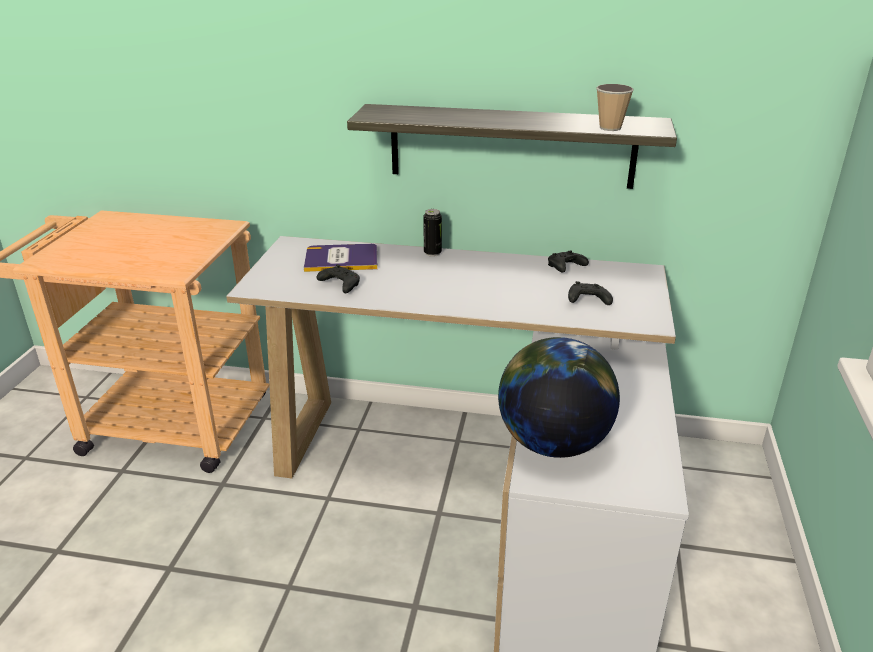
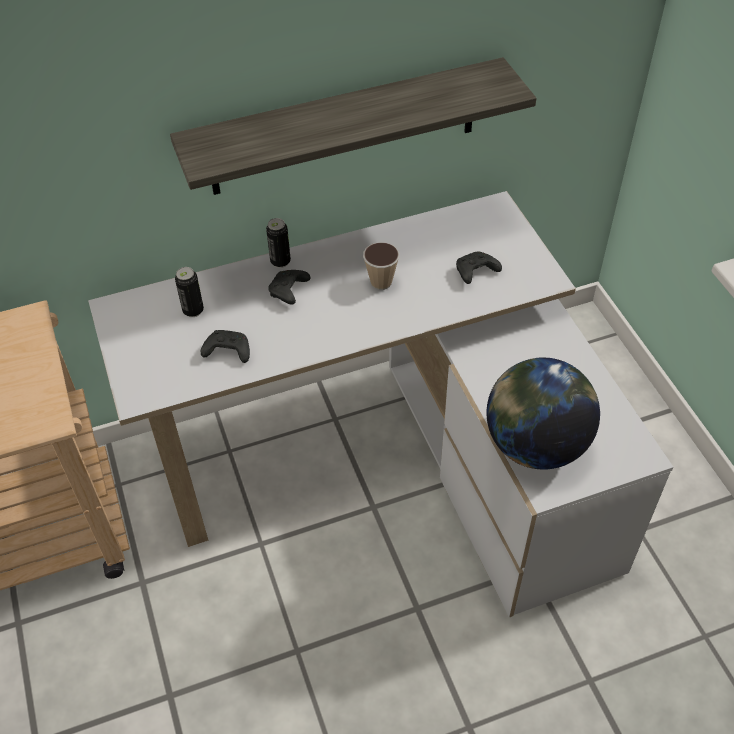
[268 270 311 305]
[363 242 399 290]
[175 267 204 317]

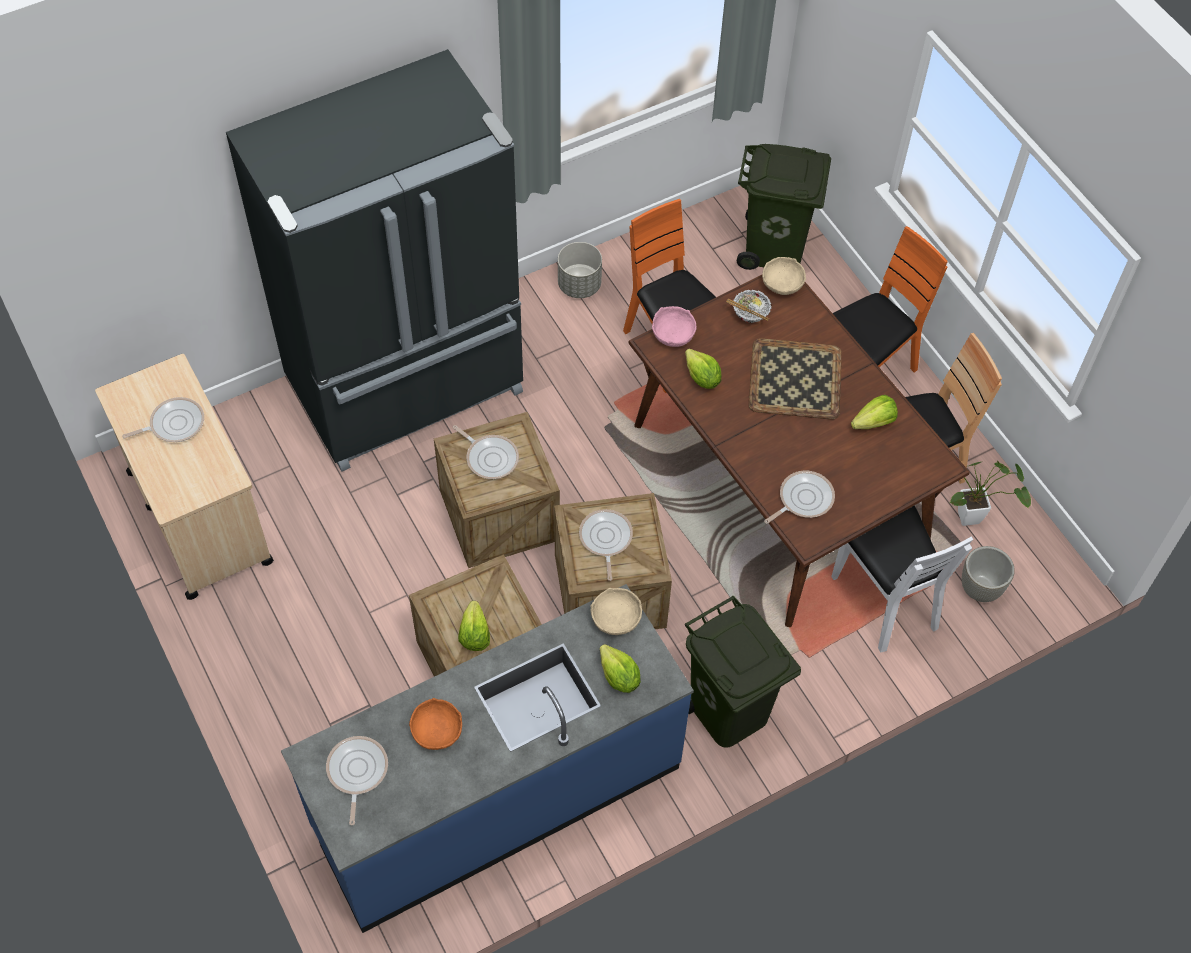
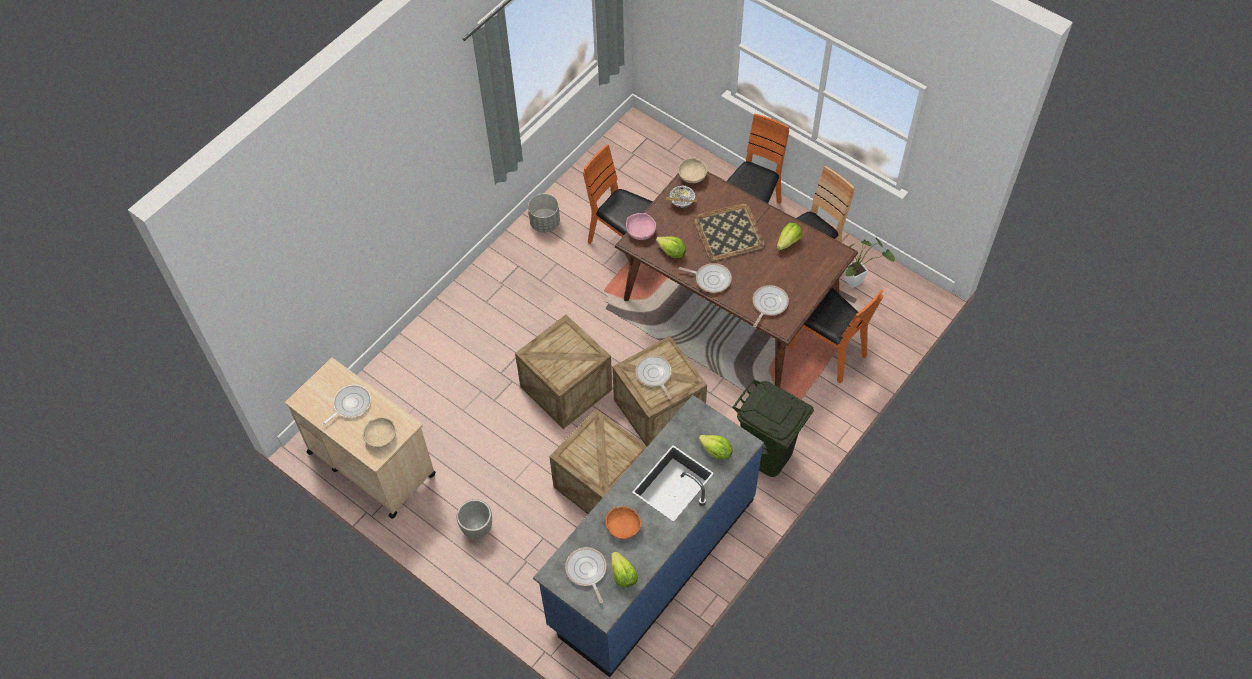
[226 49 523 472] (first image)
[737 144 831 270] (first image)
[679 263 732 293]
[611 552 638 588]
[362 417 396 448]
[457 499 492 539]
[789 288 884 383]

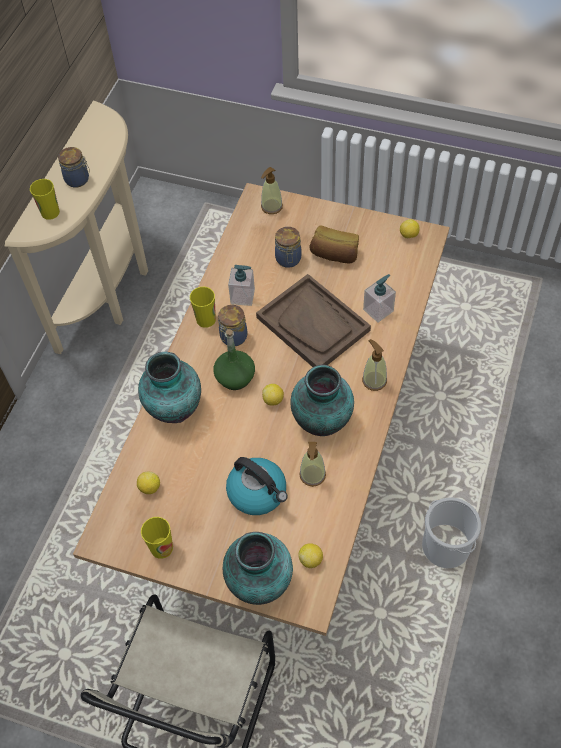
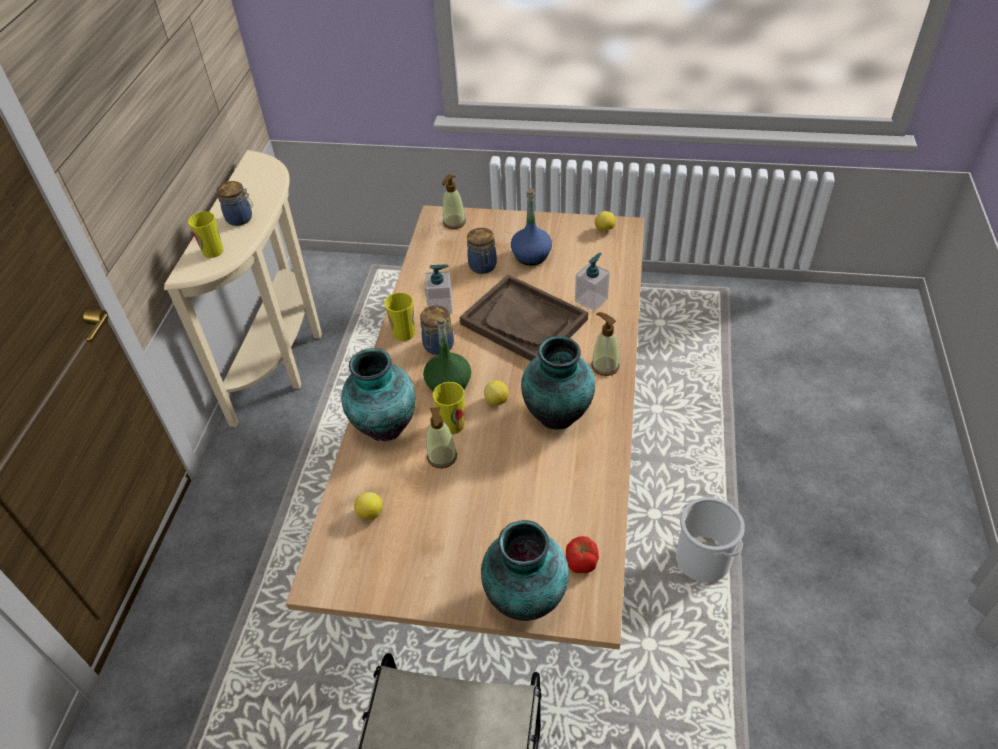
[226 457 288 515] (first image)
[433 382 465 434]
[426 407 457 468]
[566 536 599 573]
[511 189 552 266]

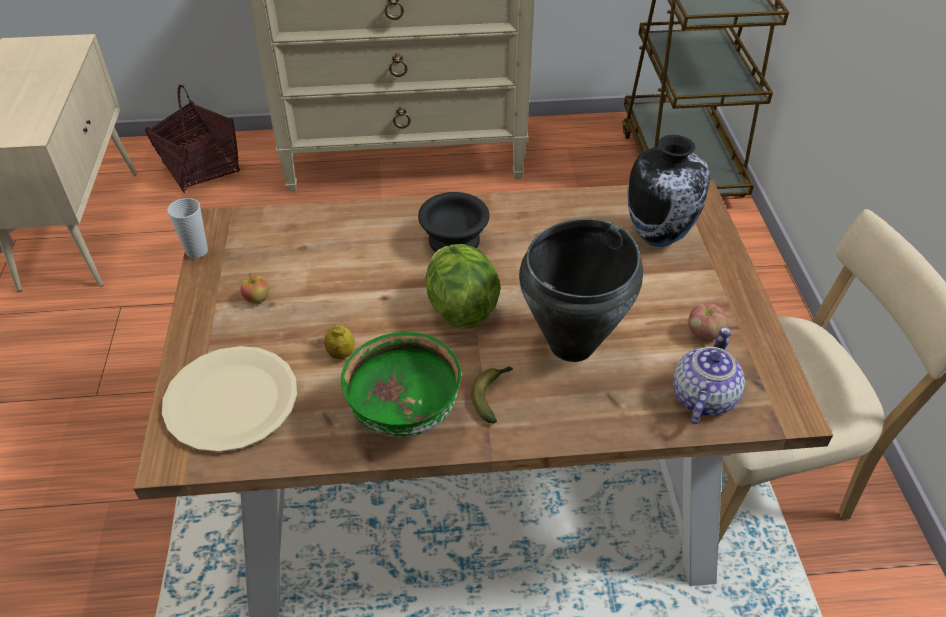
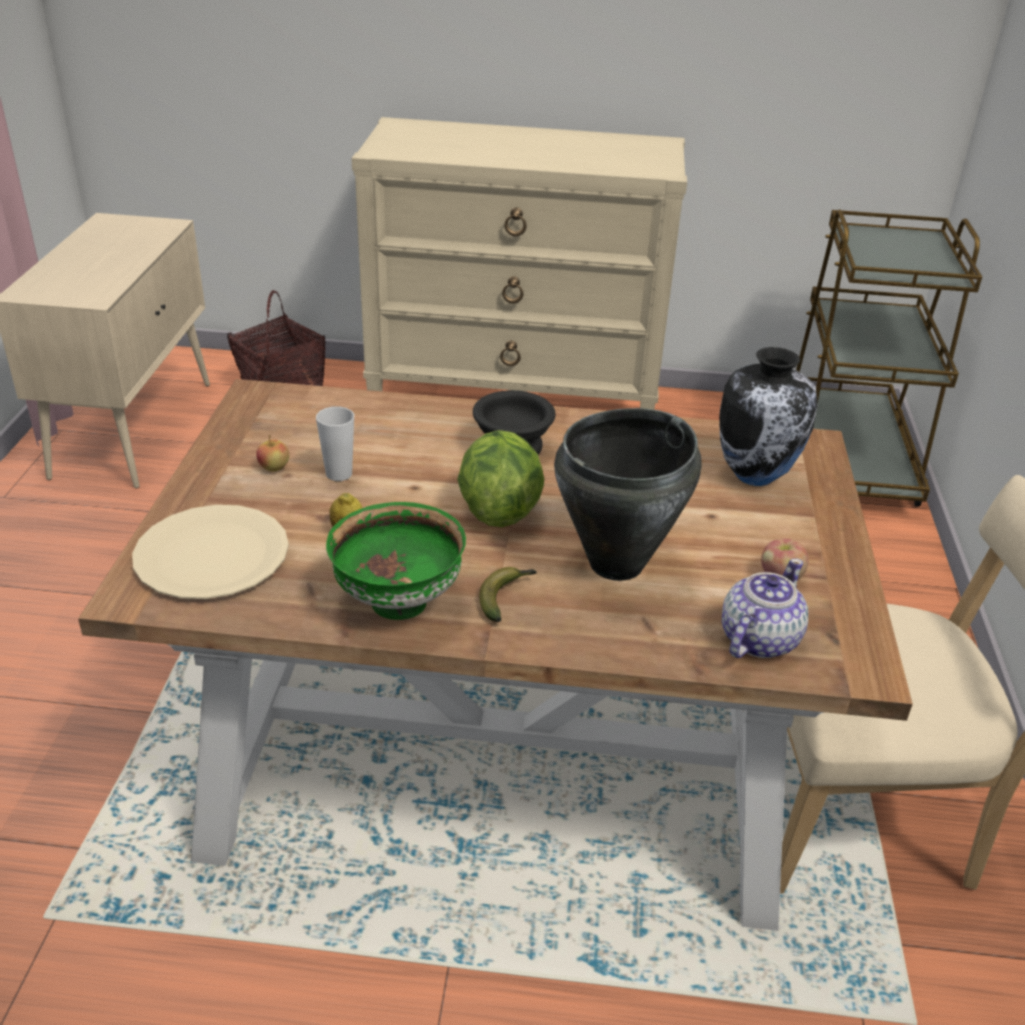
[316 406 354 481]

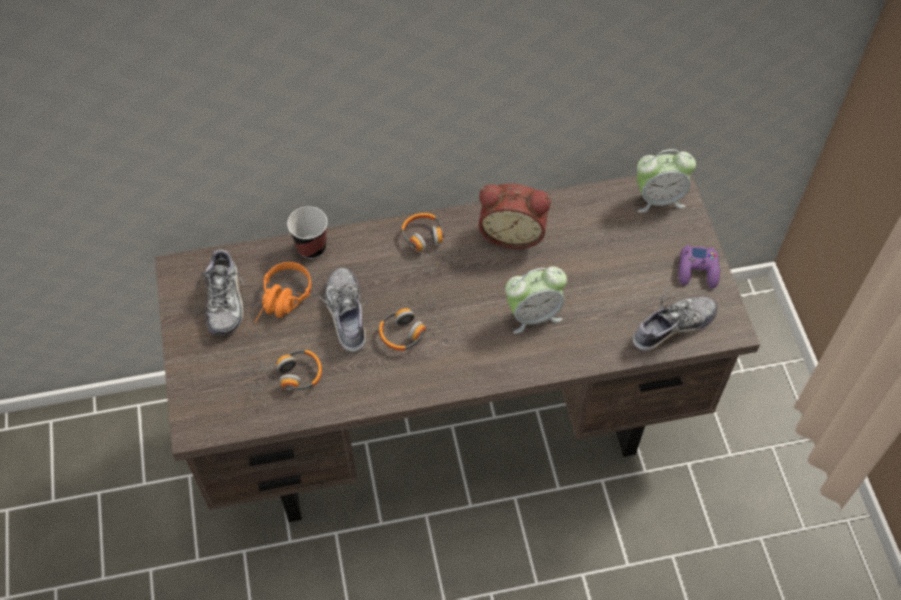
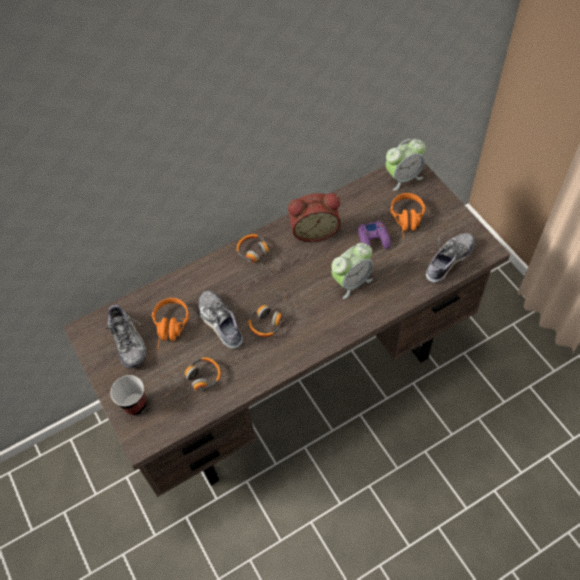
[390 193 426 238]
[111 375 147 415]
[358 221 391 249]

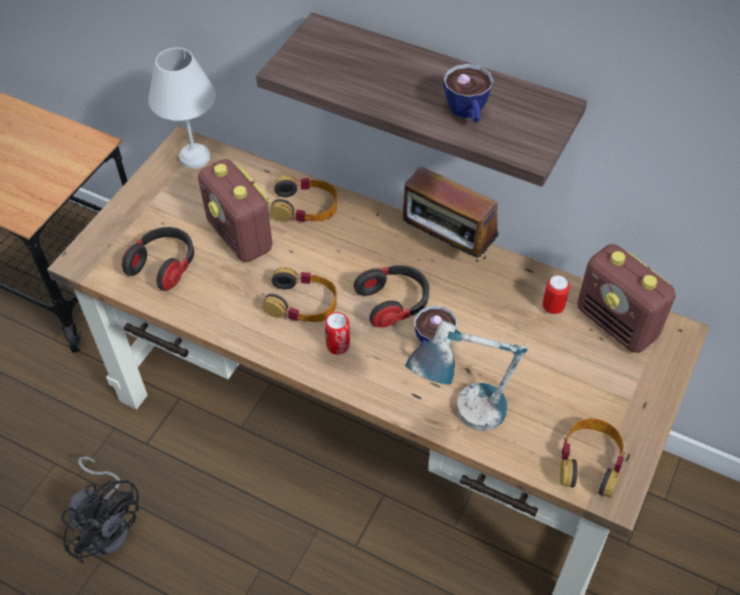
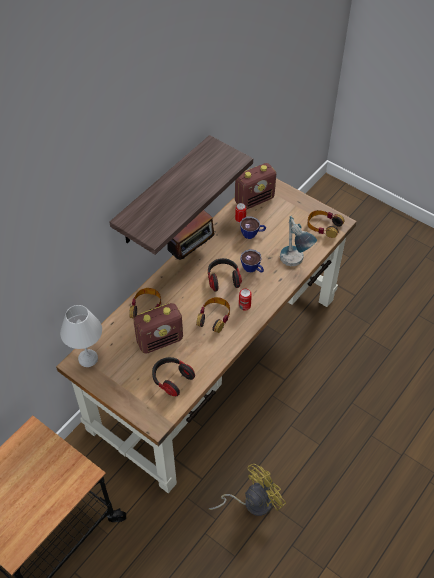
[240 216 266 239]
[208 464 286 516]

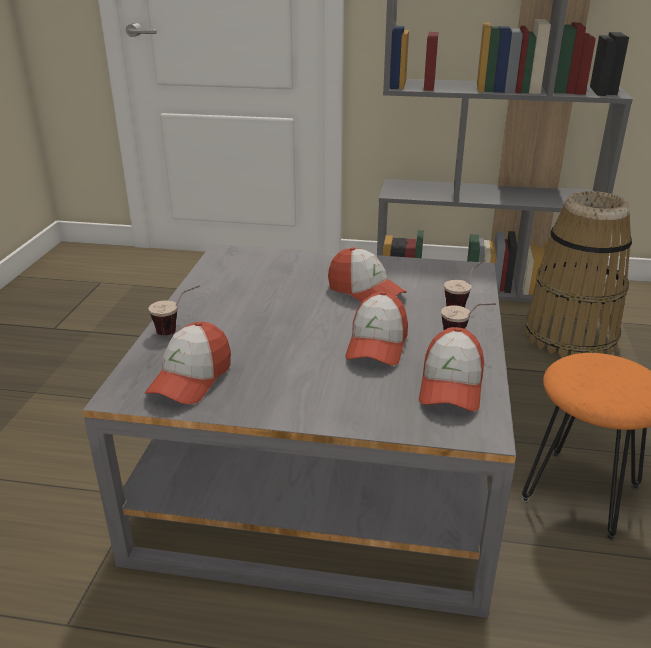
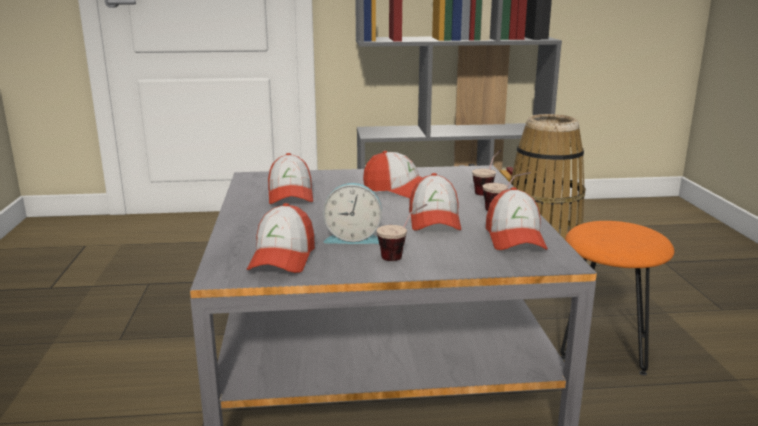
[268 153 313 204]
[323 183 382 244]
[377 204 427 261]

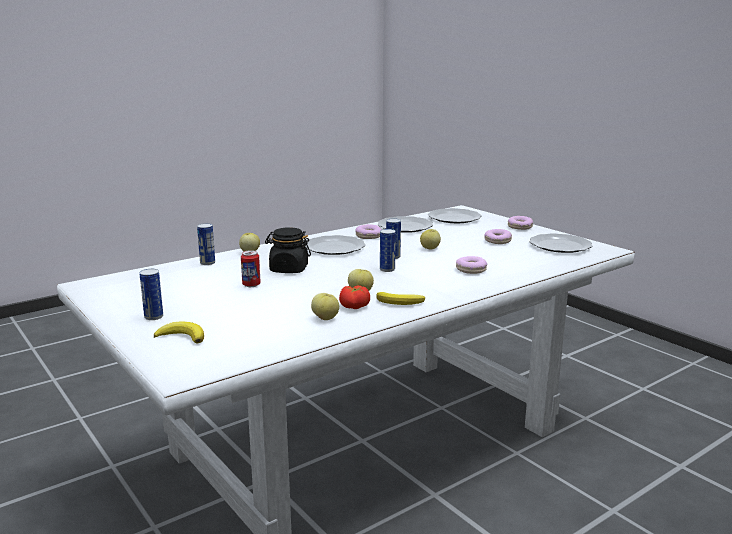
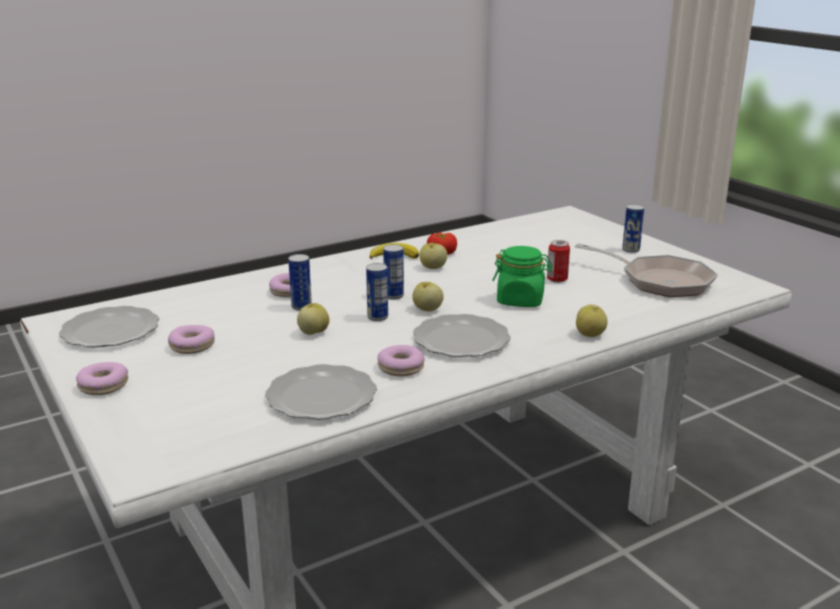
[154 321 204 343] (first image)
[428 208 482 223] (first image)
[575 243 718 297]
[288 254 312 311]
[412 282 443 311]
[492 246 552 307]

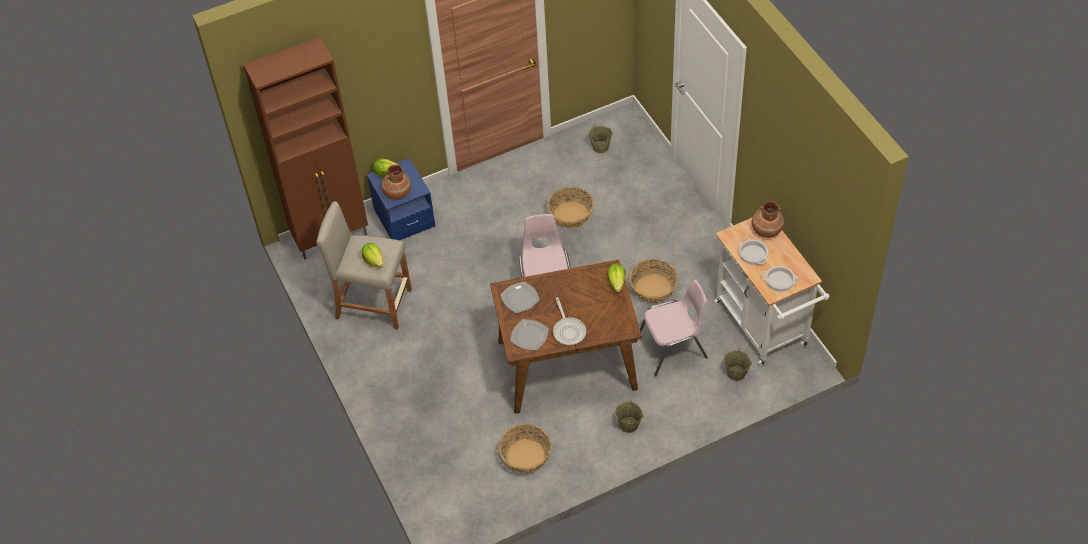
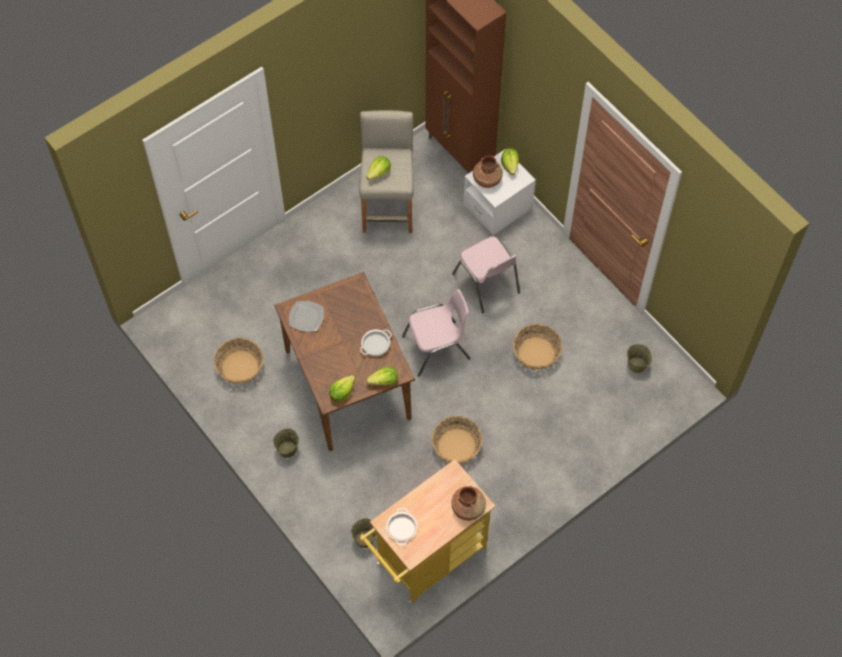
[501 281 540 313] (first image)
[553 297 586 345] (first image)
[329 375 355 402]
[452 236 520 313]
[360 329 392 357]
[464 149 536 235]
[360 459 496 603]

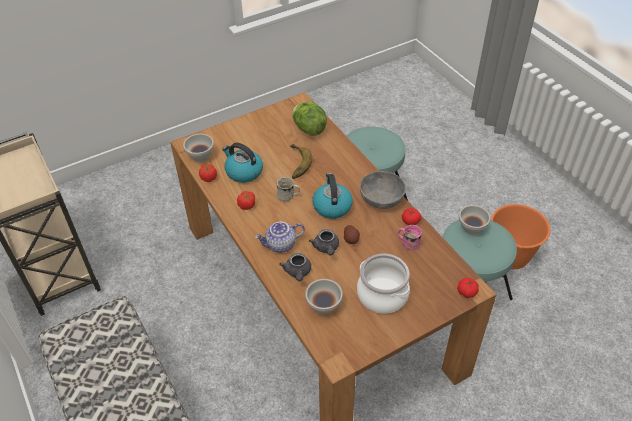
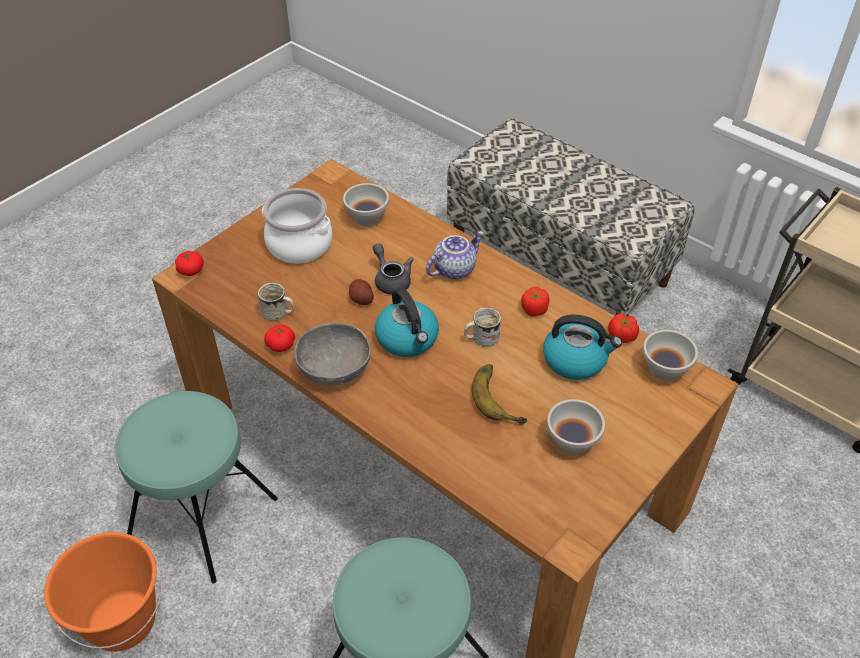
[279 253 311 281] (first image)
[292 102 327 136] (first image)
[547 399 605 454]
[258 283 295 321]

